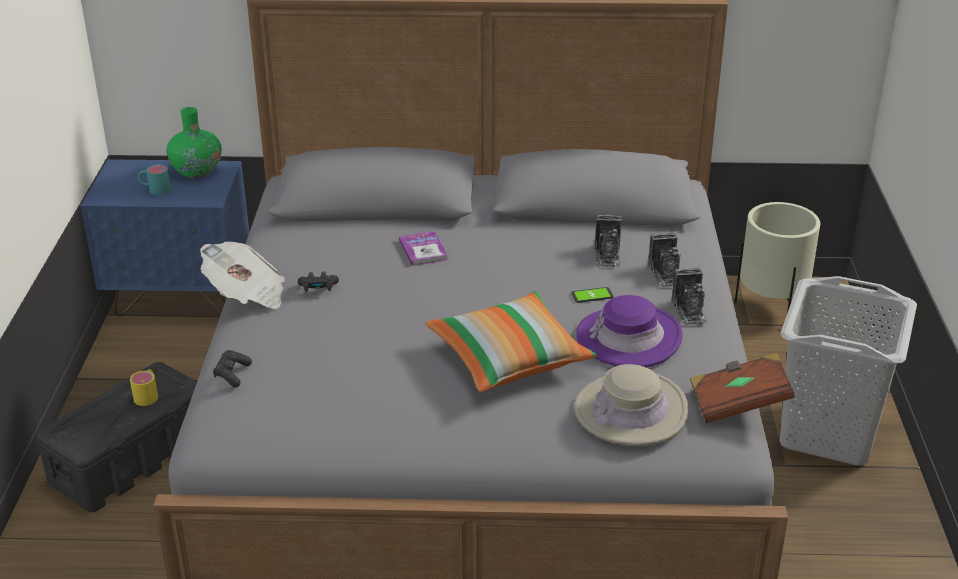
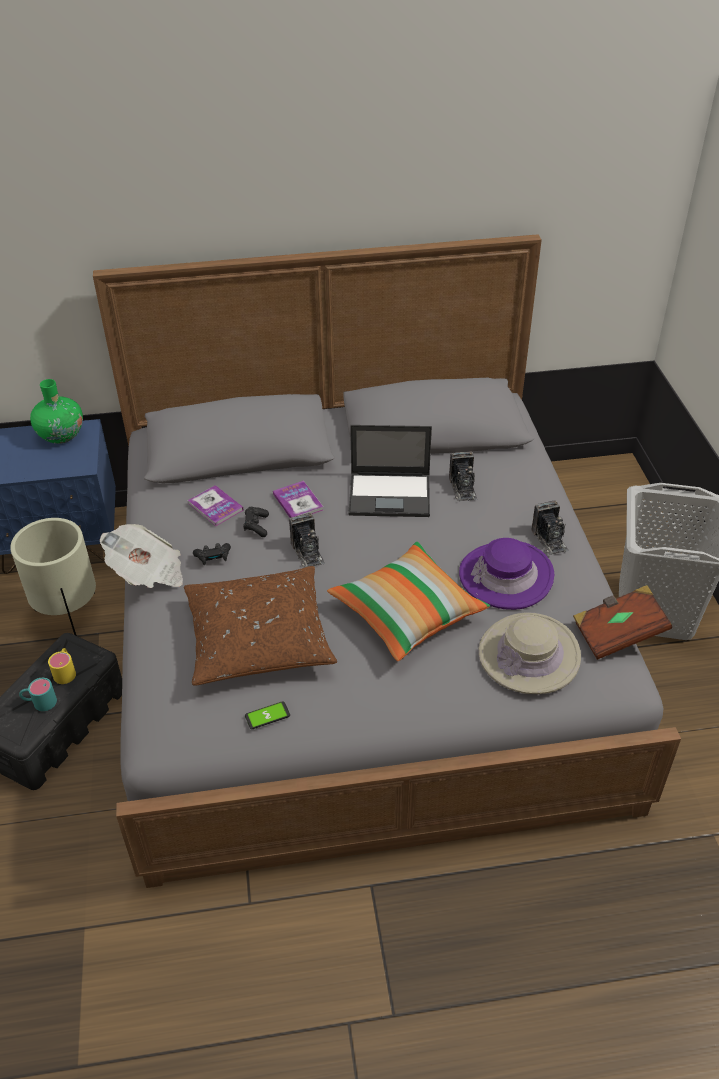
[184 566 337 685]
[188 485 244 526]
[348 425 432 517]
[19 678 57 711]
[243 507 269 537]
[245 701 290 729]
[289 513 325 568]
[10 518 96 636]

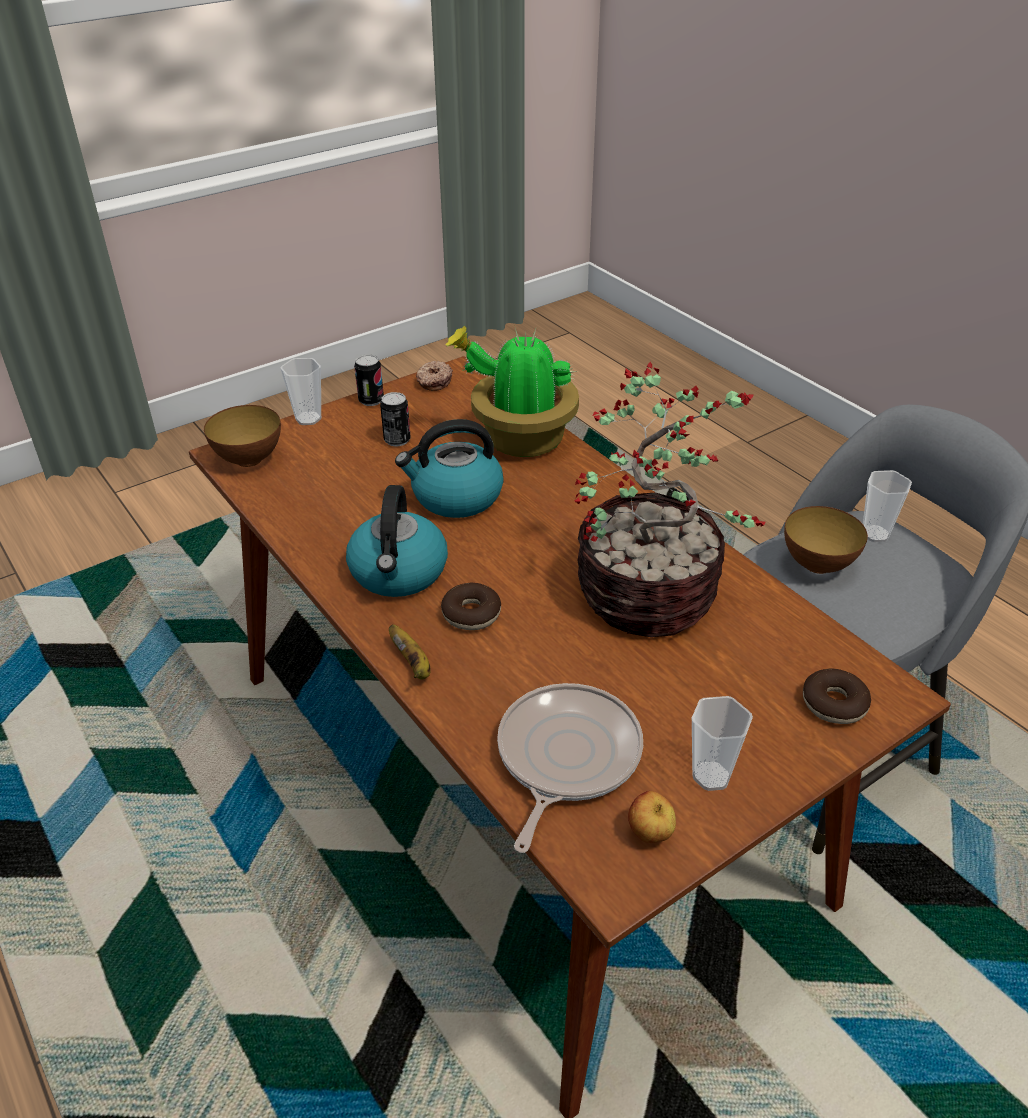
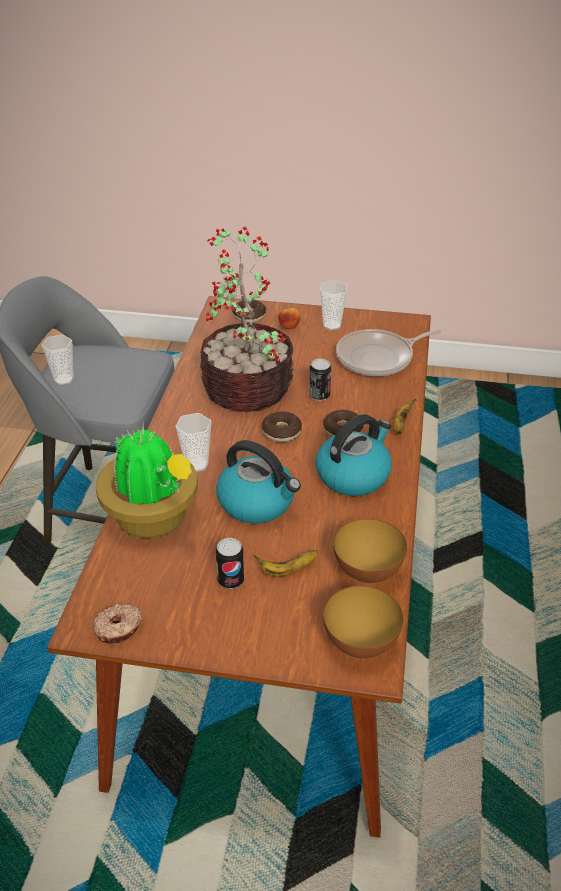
[253 550 318 576]
[262 411 302 442]
[176 413 211 472]
[309 359 331 401]
[278 308 301 329]
[333 518 407 583]

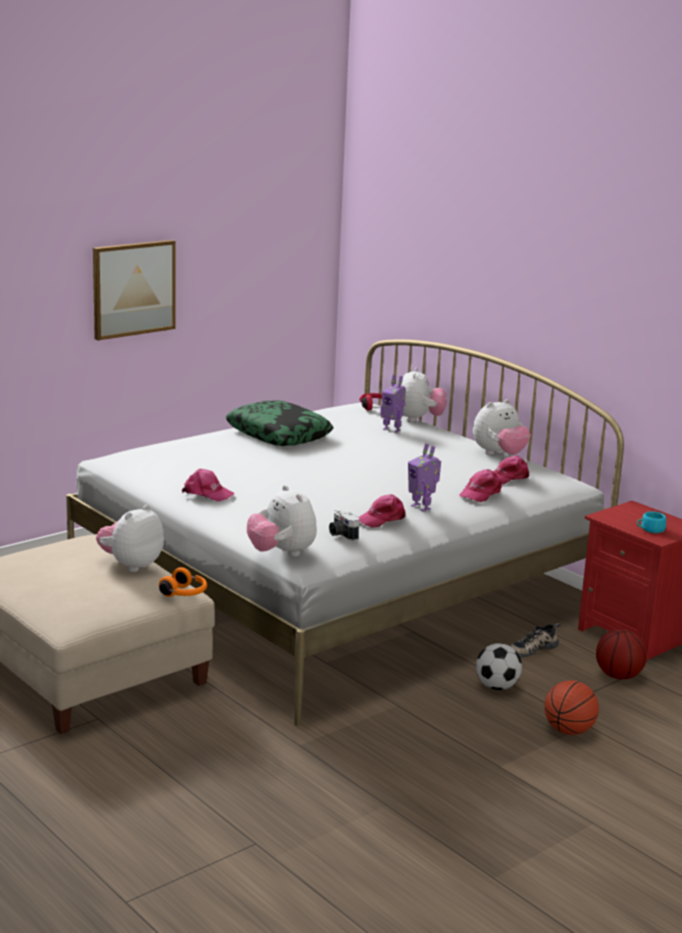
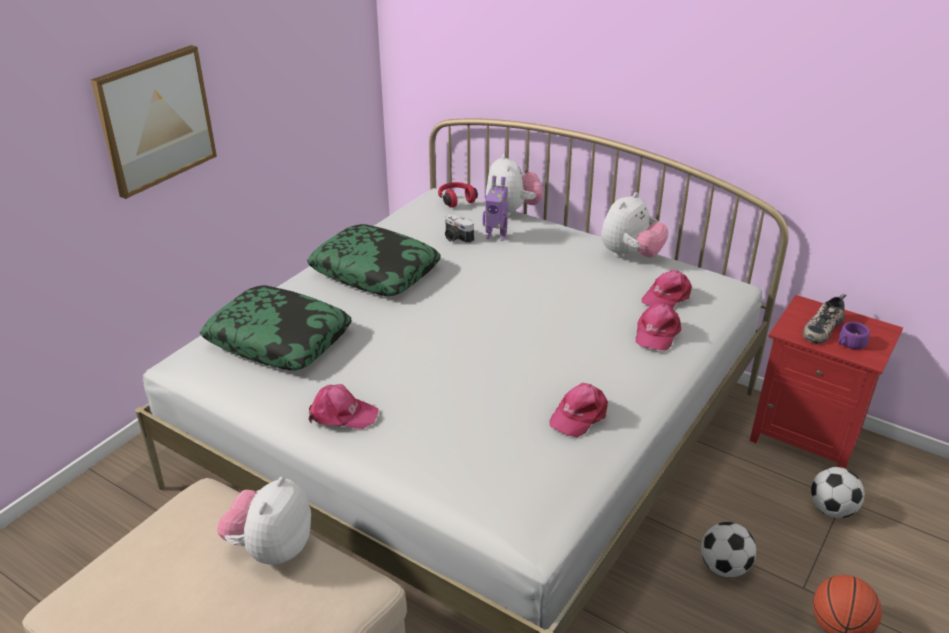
[159 567 207 597] (first image)
[247 485 317 557] (first image)
[408 443 441 511] (first image)
[200 285 351 371]
[445 215 474 243]
[803 294 846 344]
[811 467 865 518]
[838 322 870 350]

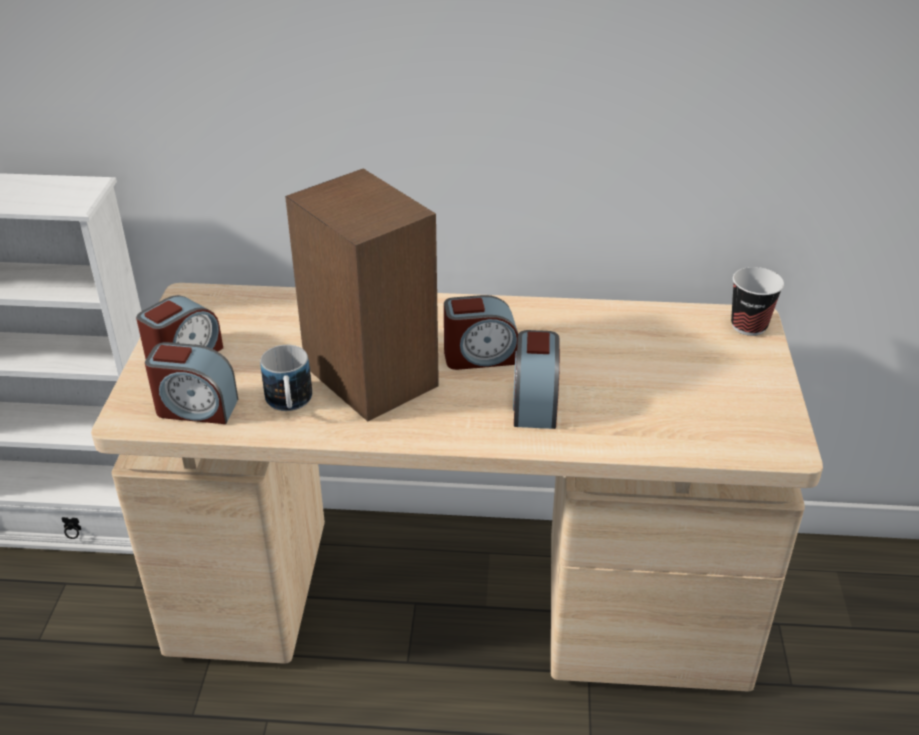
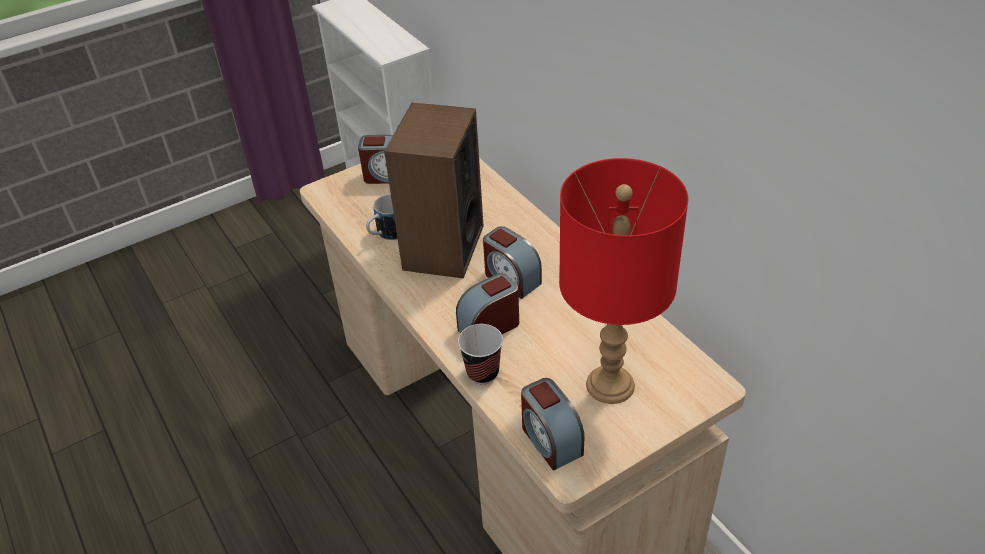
[559 158 688 404]
[521 378 584 471]
[458 324 503 384]

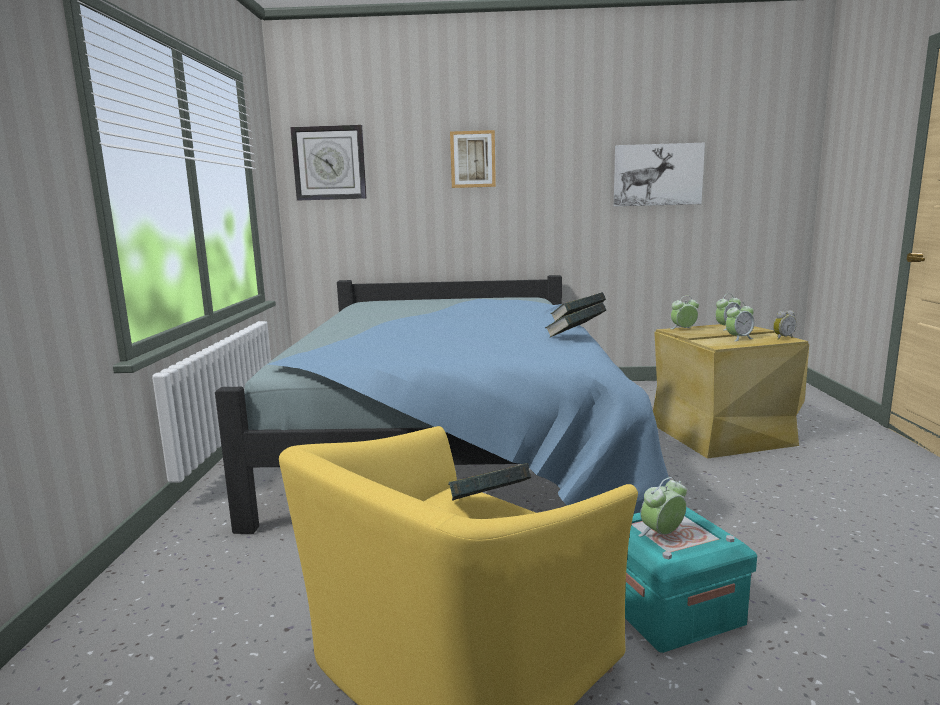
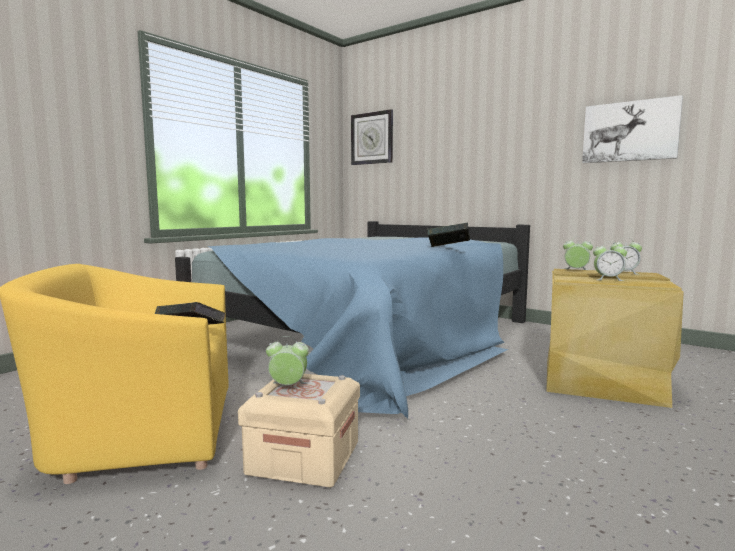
[450 130 496 188] (first image)
[545 302 606 337] (first image)
[773 310 797 340] (first image)
[238 374 360 488]

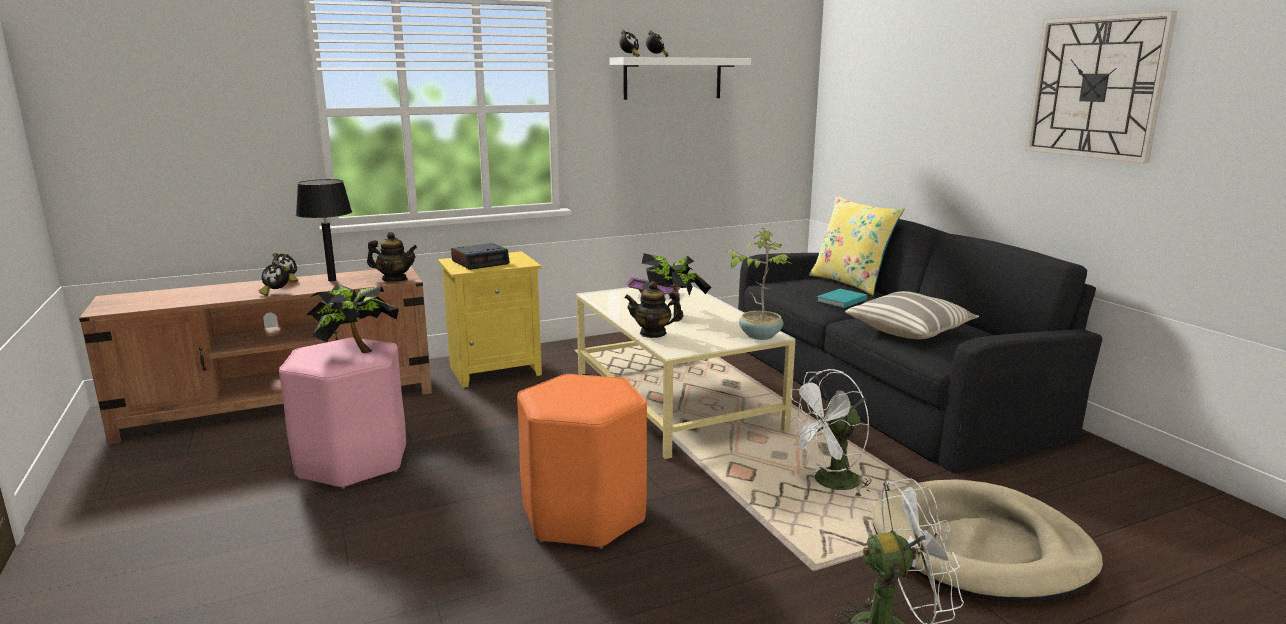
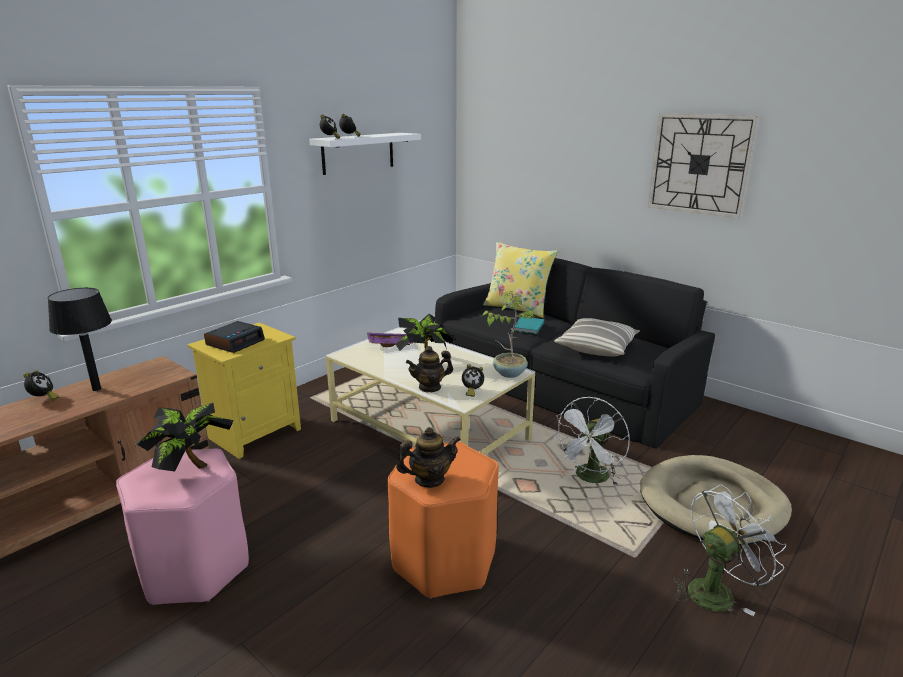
[462 364 484 397]
[396 427 461 488]

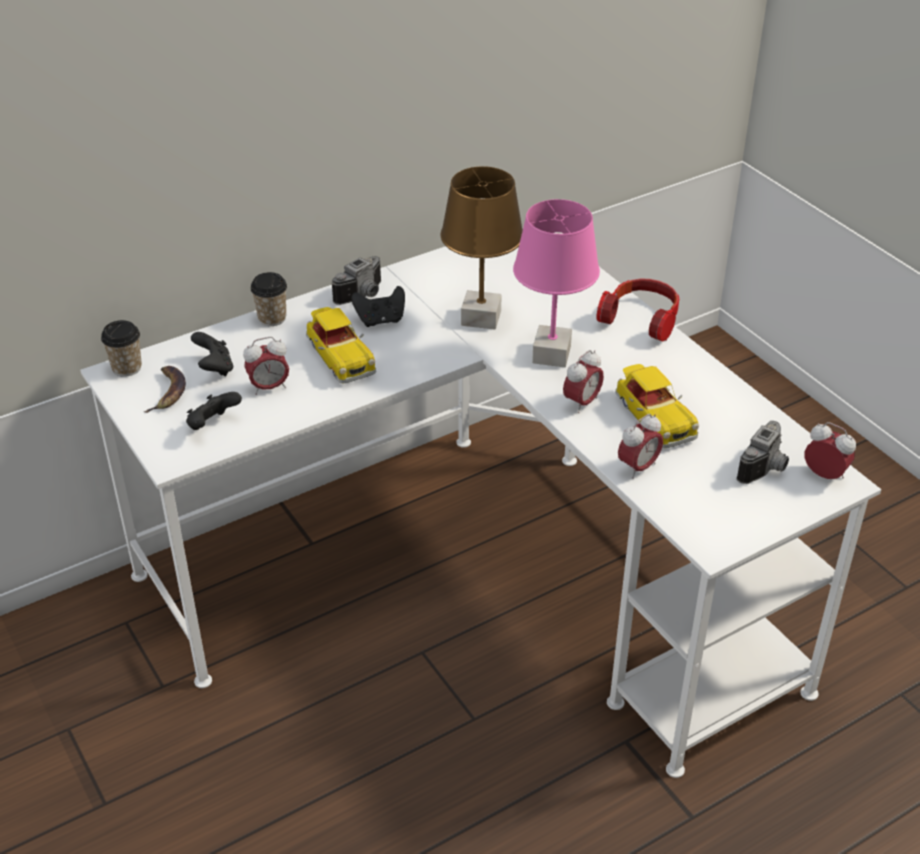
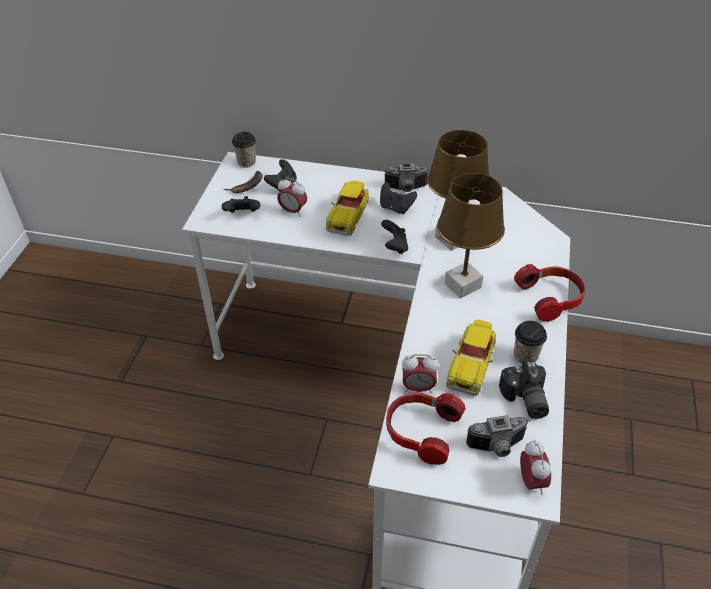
[563 350 604 413] (first image)
[381 220 408 254]
[386 393 466 465]
[499 360 549 419]
[514 321 547 364]
[437 173 505 298]

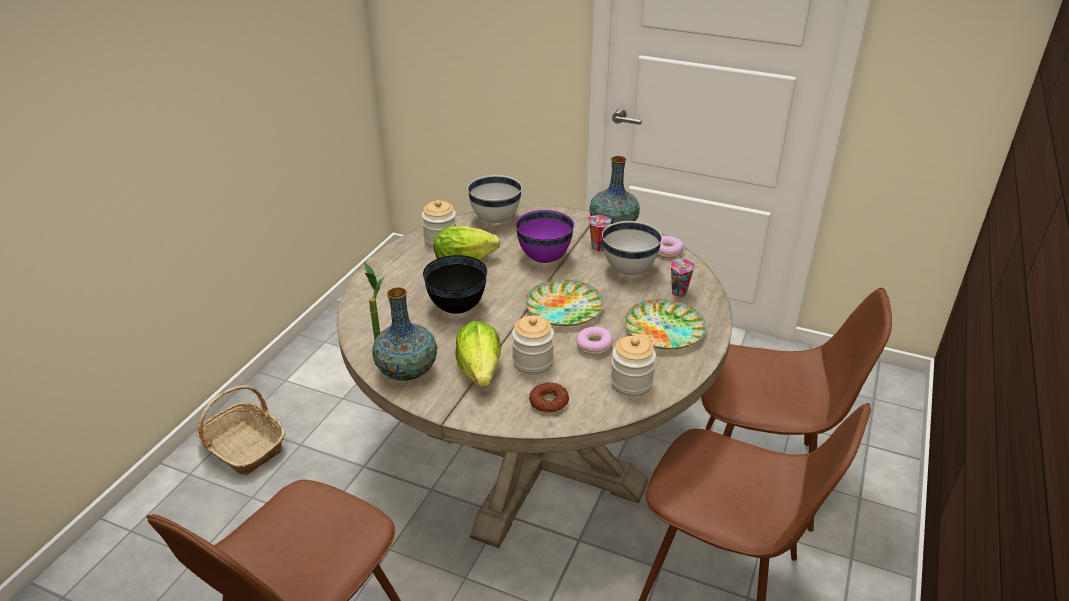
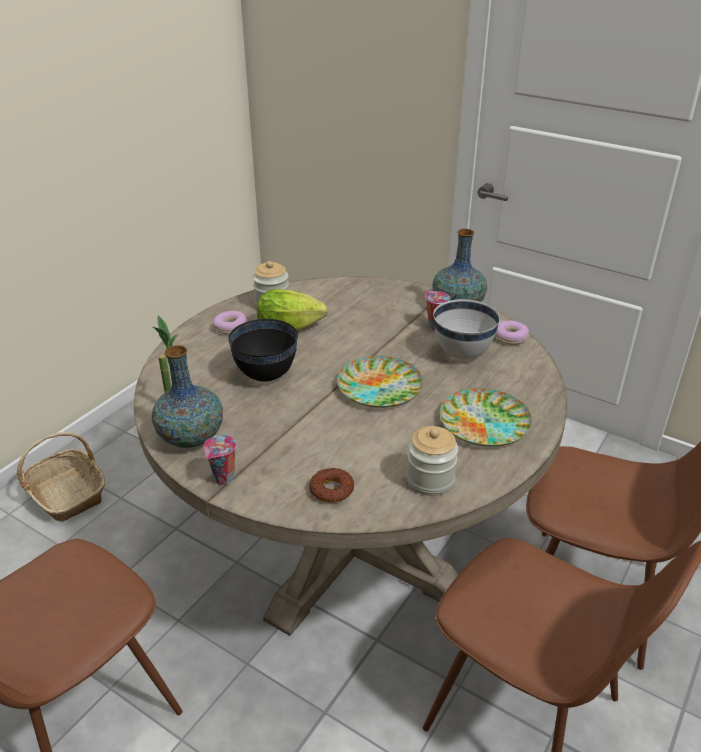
[455 321 501 387] (first image)
[468 175 522 223] (first image)
[512 316 554 375] (first image)
[516 210 574 263] (first image)
[213 311 248 334]
[203 435 236 485]

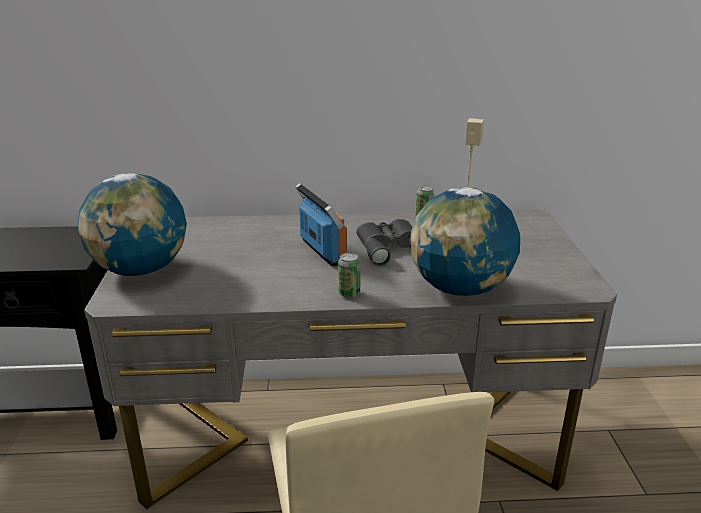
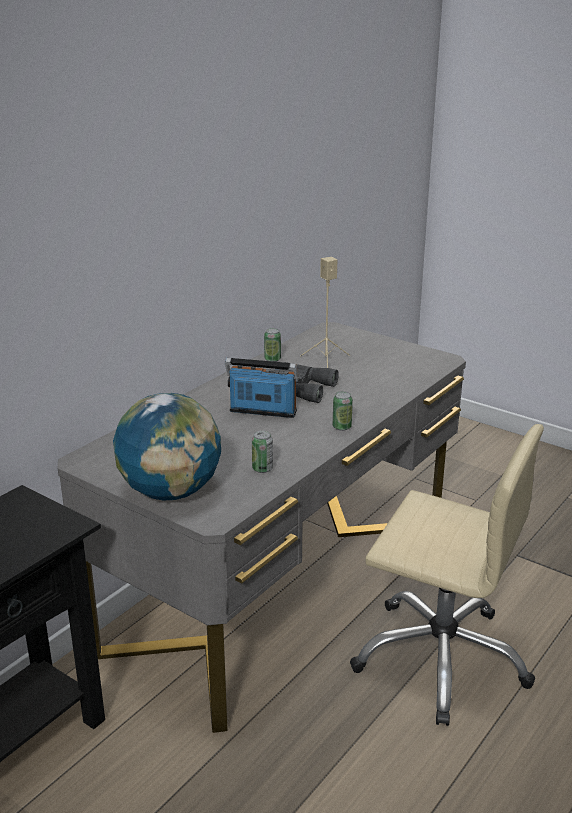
[411 187 520 296] (first image)
[252 430 273 473]

